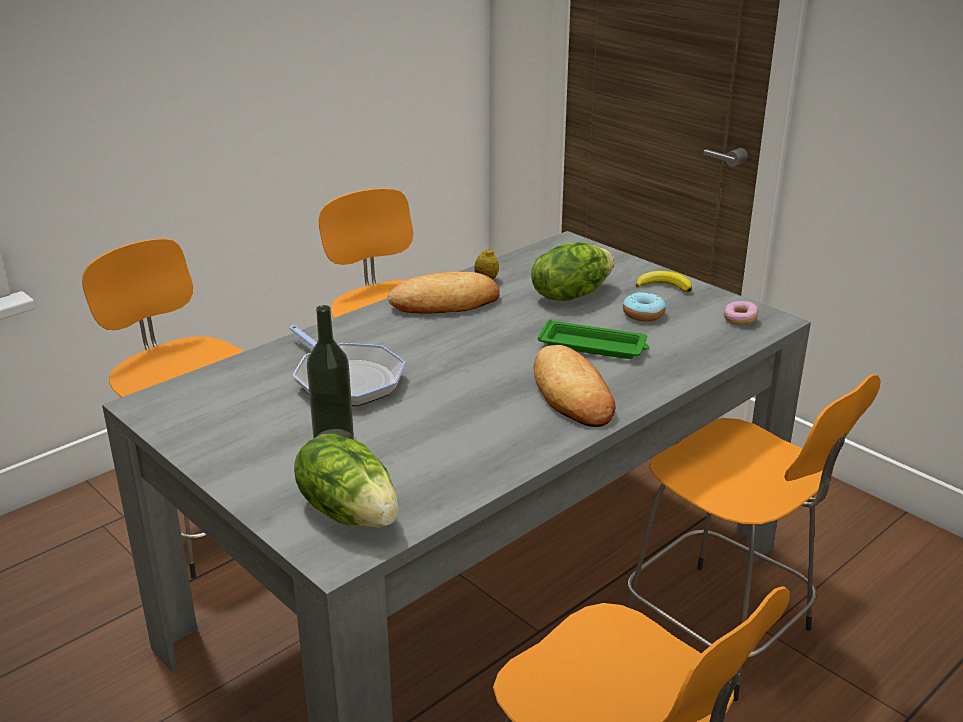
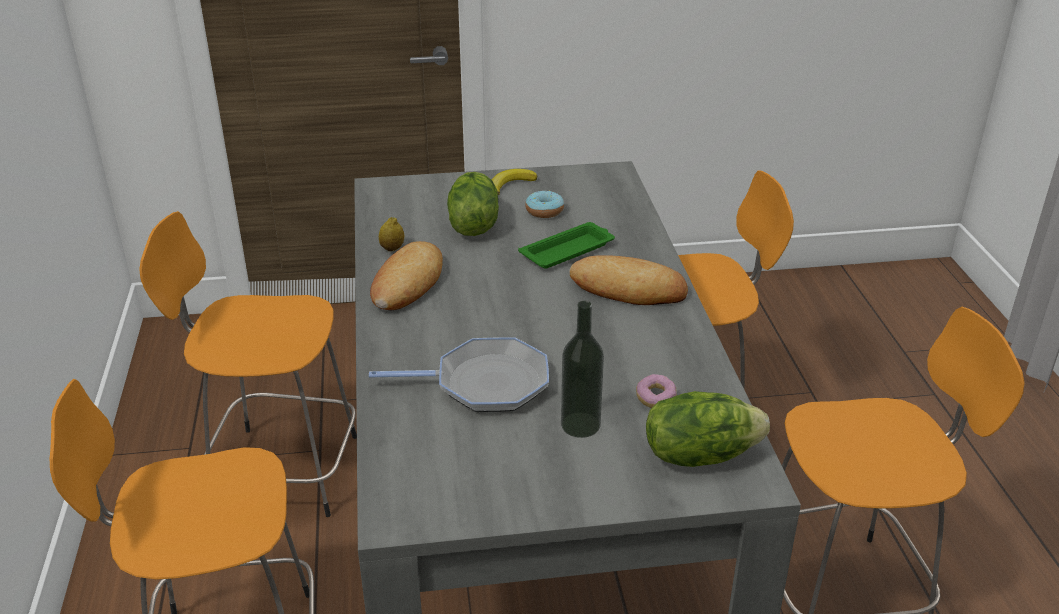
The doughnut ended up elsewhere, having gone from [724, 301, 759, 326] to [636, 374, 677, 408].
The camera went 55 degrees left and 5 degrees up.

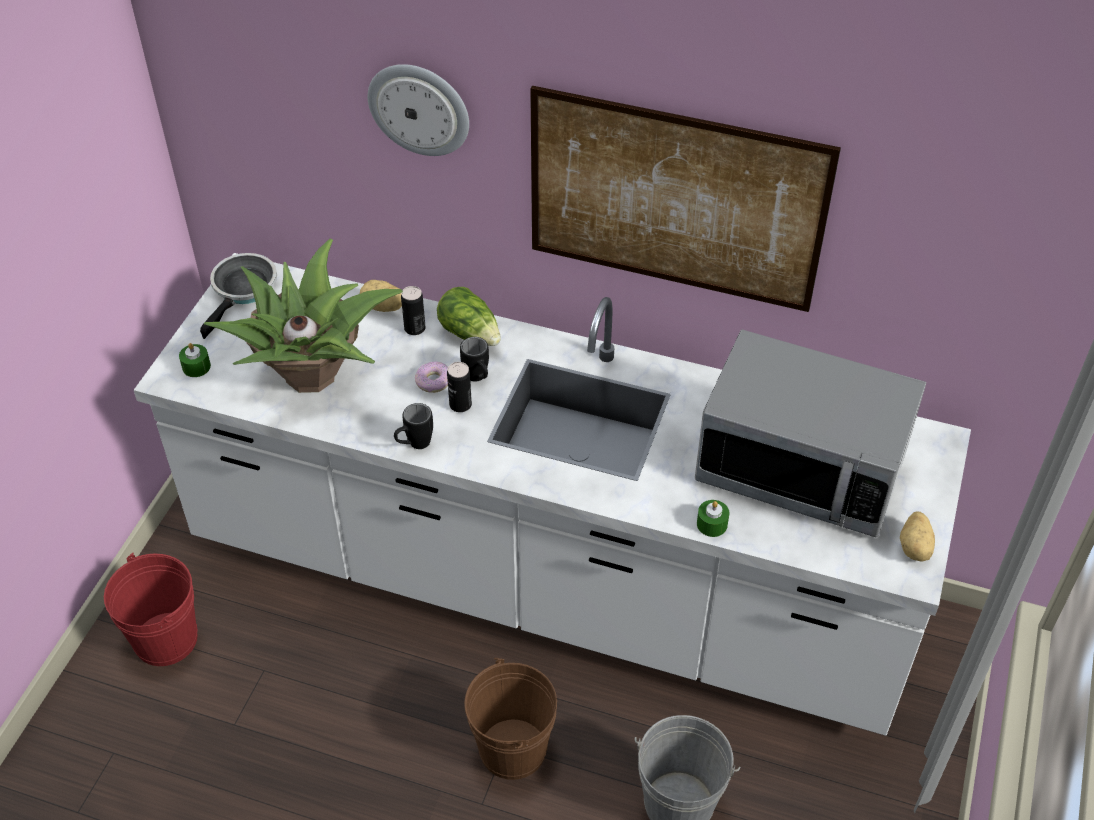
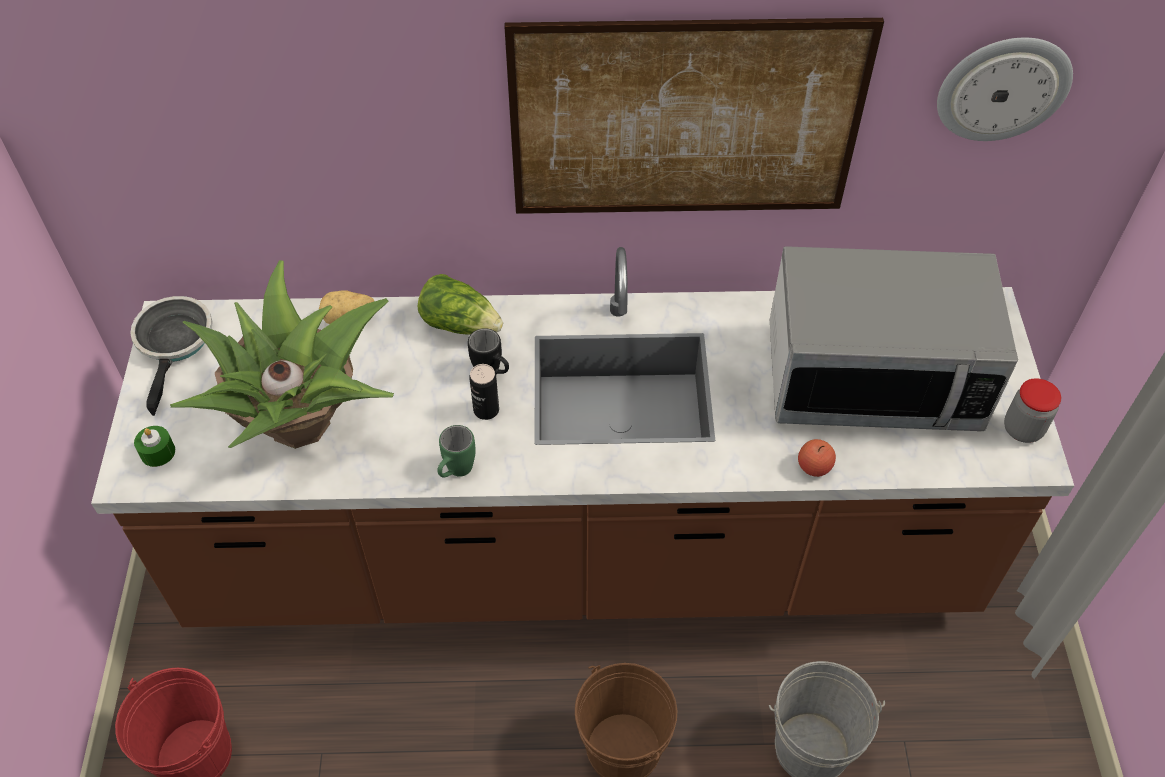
The second view lost the metal can at [401, 286, 426, 335].
The second view lost the doughnut at [415, 361, 448, 393].
The hanging clock ended up elsewhere, having gone from [368, 64, 469, 156] to [937, 37, 1073, 141].
Where the green wax light stood at [697, 500, 729, 537], the apple came to stand at [798, 439, 836, 477].
Where the potato stood at [900, 512, 935, 562], the jar came to stand at [1004, 378, 1061, 443].
What was the white-coloured kitchen base unit at [134, 253, 971, 736] turned into the brown-coloured kitchen base unit at [91, 247, 1074, 627].
What was the black-coloured tea mug at [394, 403, 433, 449] turned into the green tea mug at [437, 425, 476, 478].
The camera went 20 degrees left and 5 degrees up.

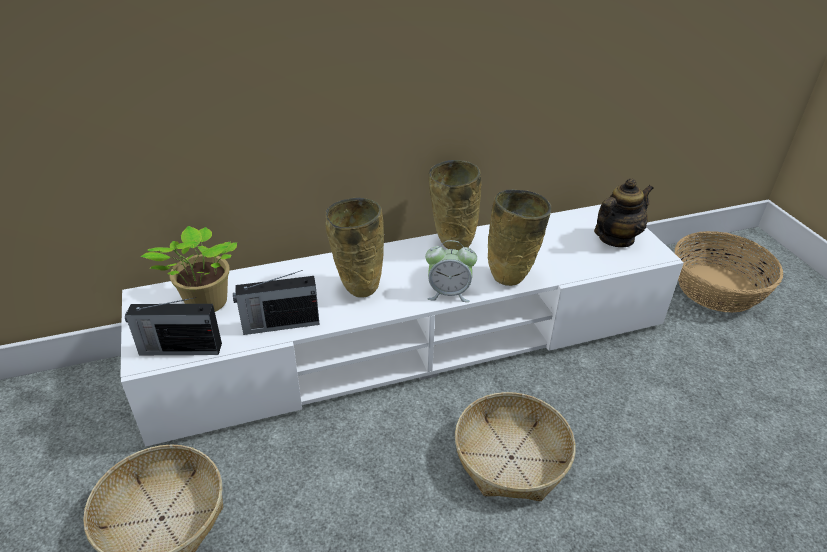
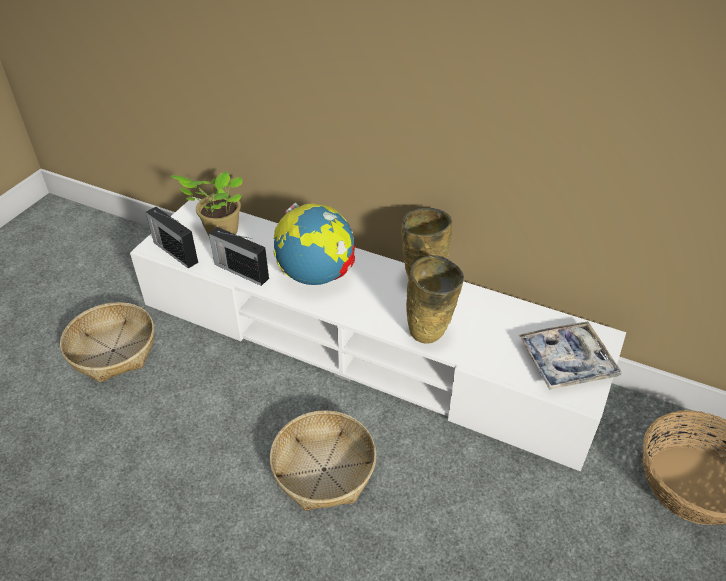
The second view lost the alarm clock at [425, 240, 477, 302].
Where the beige-coloured vase stood at [326, 198, 384, 298], the world globe came to stand at [274, 203, 355, 285].
Where the pot for tea stood at [594, 178, 654, 247], the tray came to stand at [519, 321, 622, 390].
The camera went 45 degrees right and 5 degrees up.

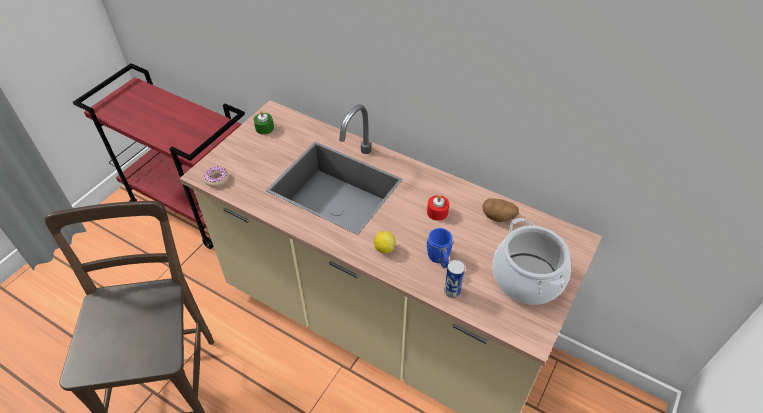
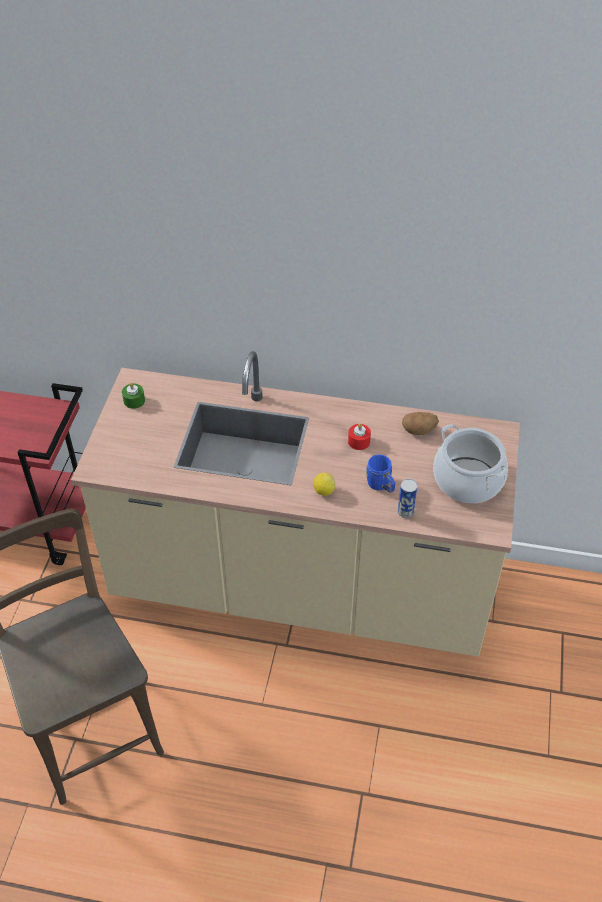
The second view lost the doughnut at [204, 167, 229, 187].
The camera went 20 degrees left and 0 degrees up.

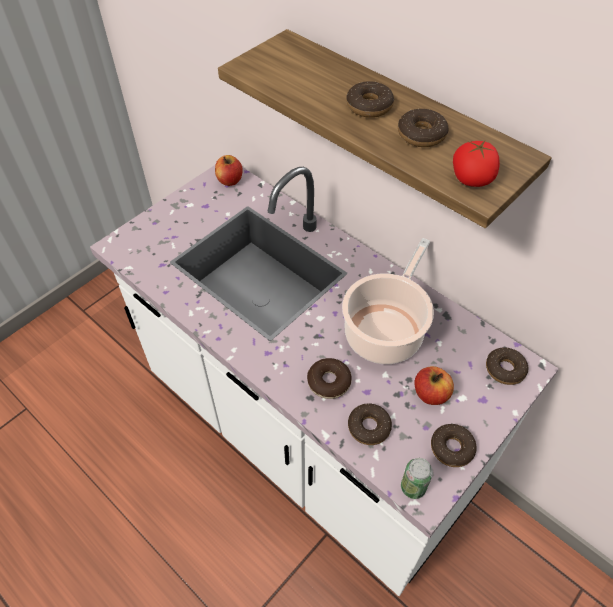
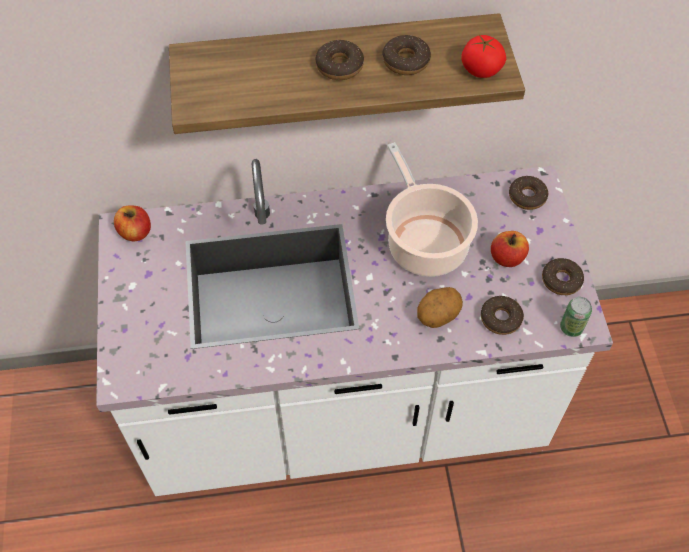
Where the doughnut stood at [307, 358, 352, 399], the potato came to stand at [417, 287, 463, 328].
The camera went 50 degrees left and 5 degrees up.

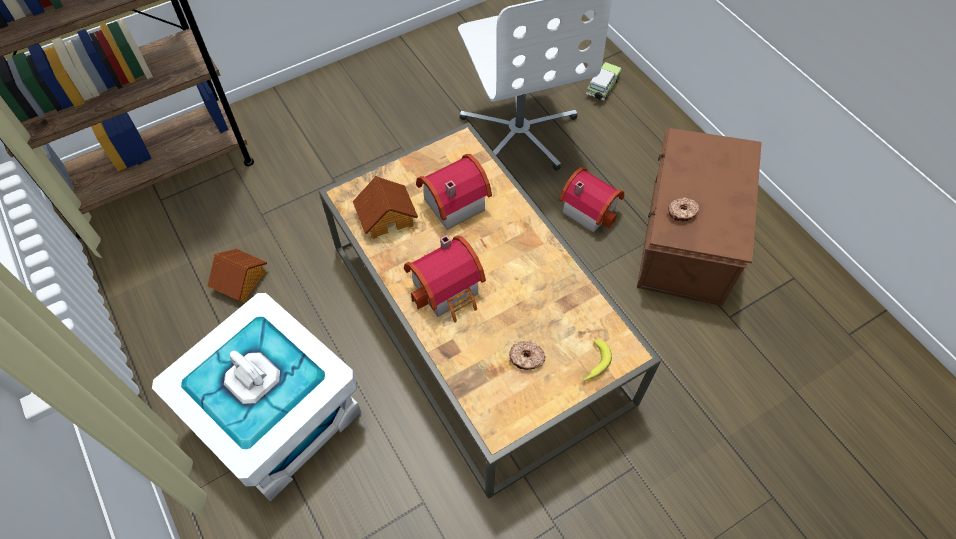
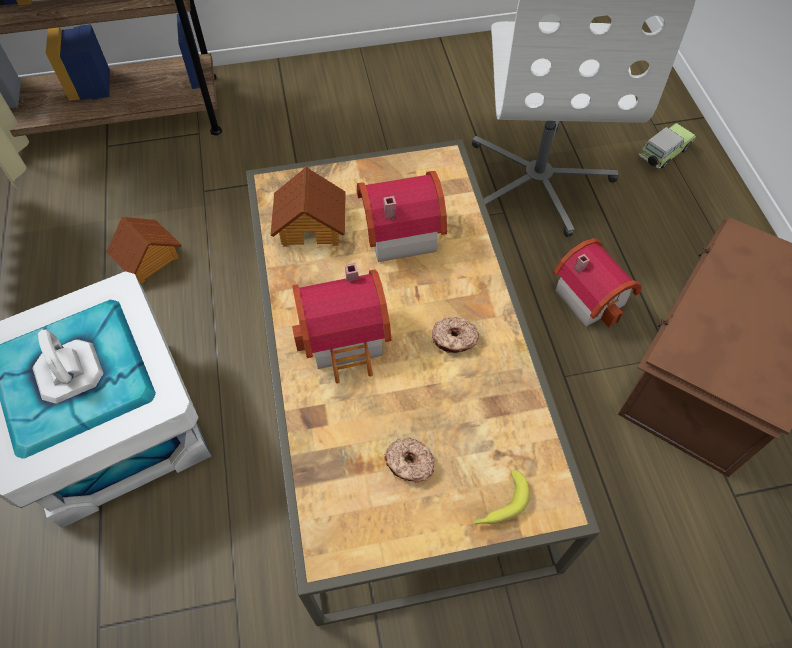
The doughnut ended up elsewhere, having gone from [668, 197, 700, 222] to [432, 317, 479, 353].
The camera went 20 degrees right and 0 degrees up.

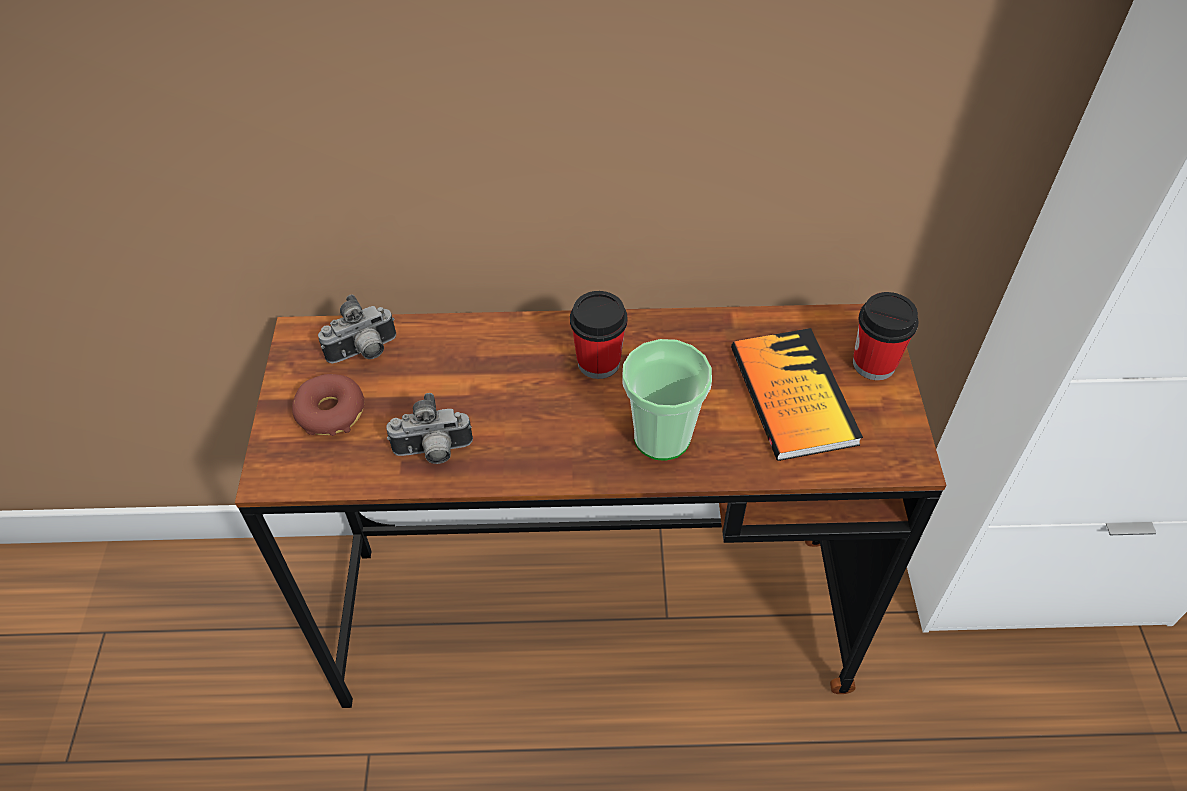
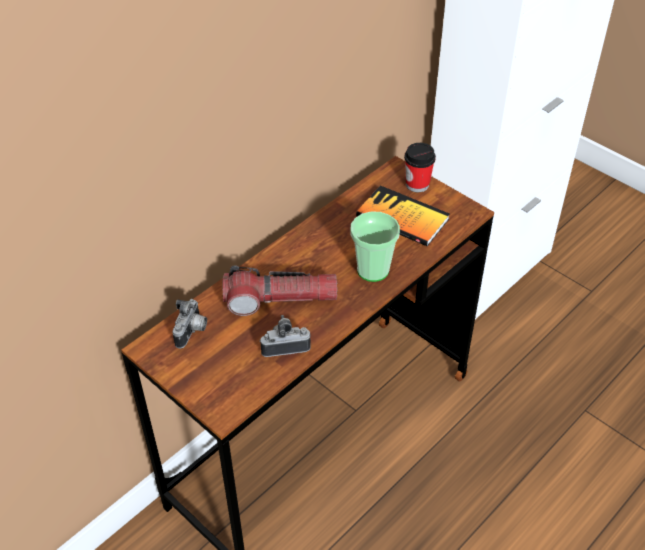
The second view lost the doughnut at [292, 374, 365, 436].
The second view lost the drinking cup at [570, 291, 628, 379].
The second view gained the flashlight at [223, 265, 337, 316].
The photo camera at [386, 393, 473, 464] ended up facing another way, 135 degrees counterclockwise from before.
The camera went 45 degrees left and 5 degrees down.

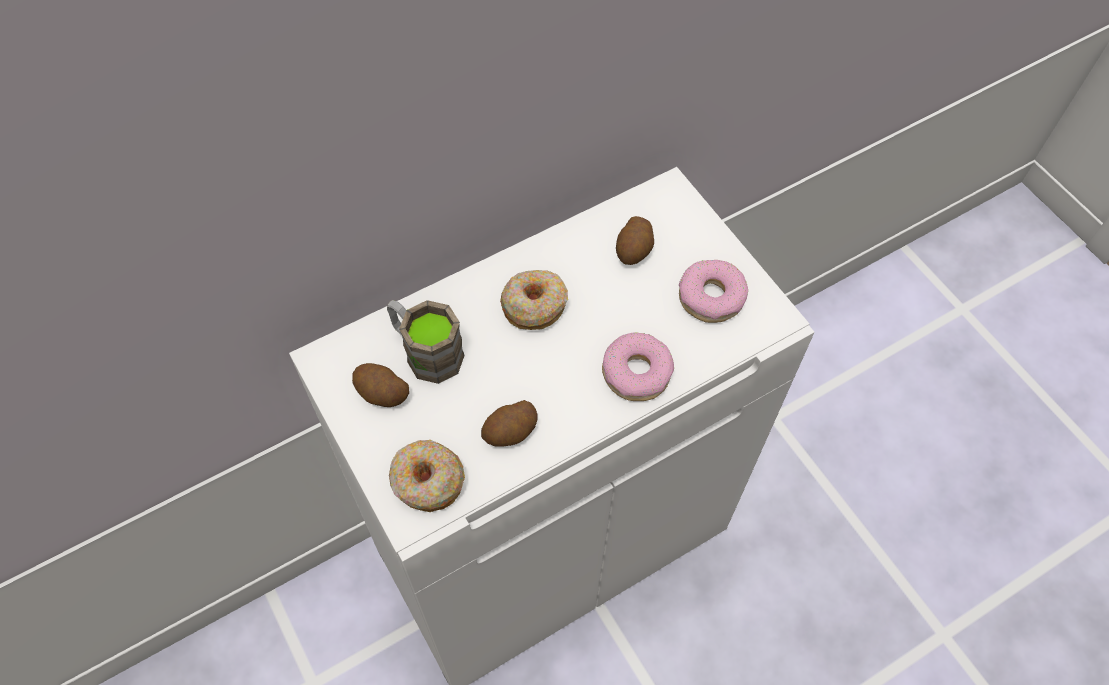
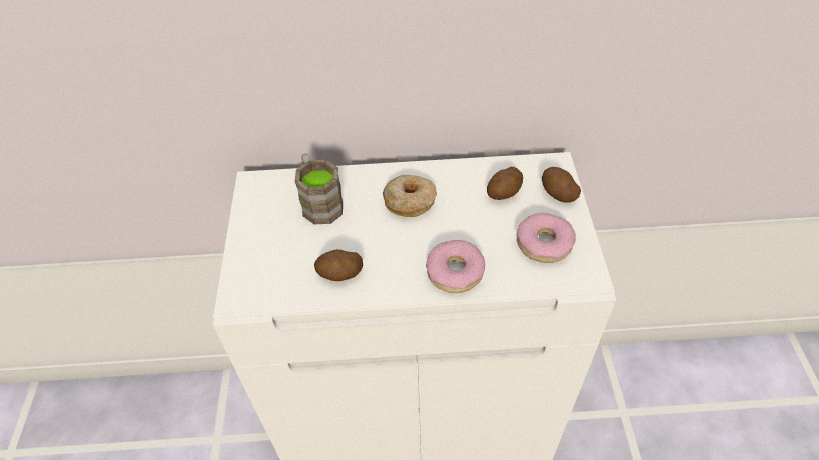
The second view lost the doughnut at [389, 440, 465, 512].
The potato ended up elsewhere, having gone from [352, 363, 409, 407] to [542, 167, 581, 203].
The camera went 30 degrees right and 10 degrees down.

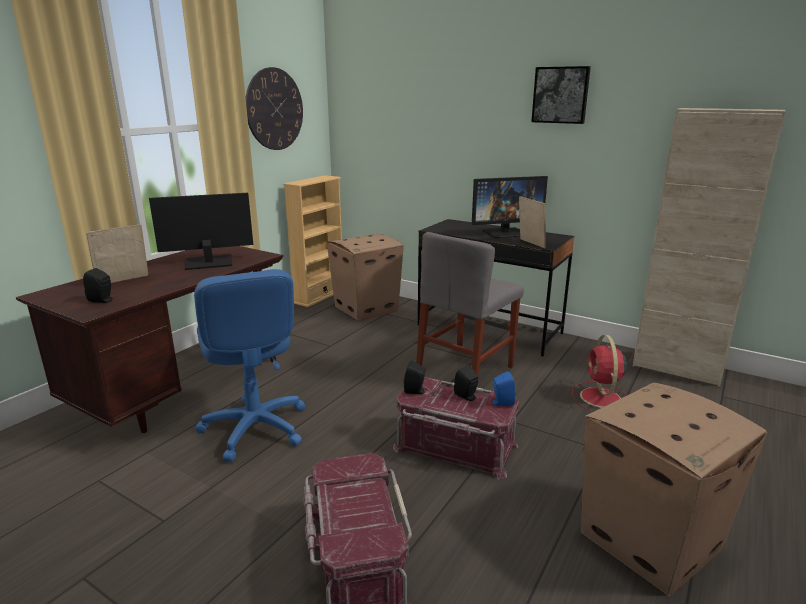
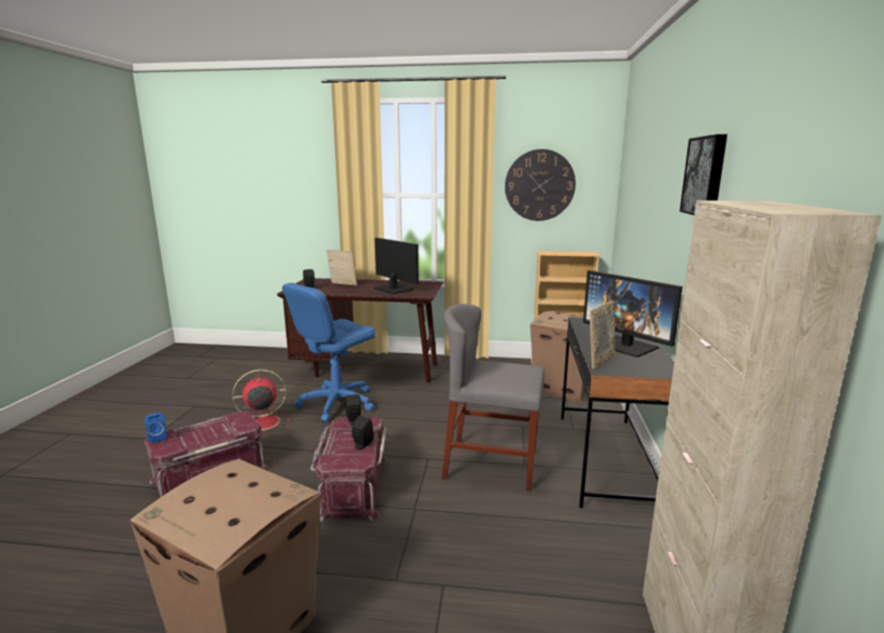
The blue speaker ended up elsewhere, having gone from [491, 371, 516, 406] to [145, 413, 167, 443].
The reddish electric fan ended up elsewhere, having gone from [572, 335, 627, 412] to [232, 369, 291, 435].
The camera went 65 degrees right and 5 degrees down.

